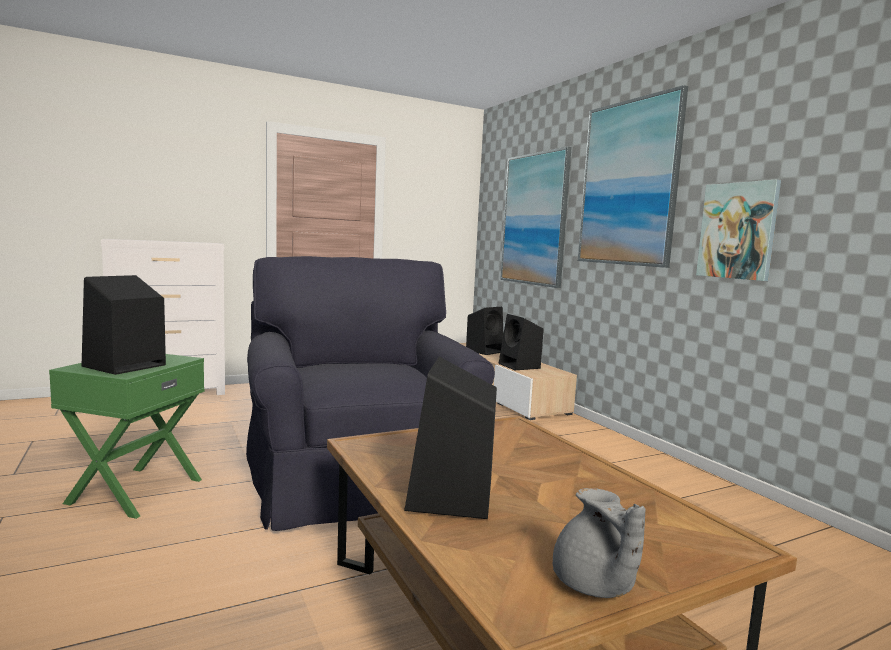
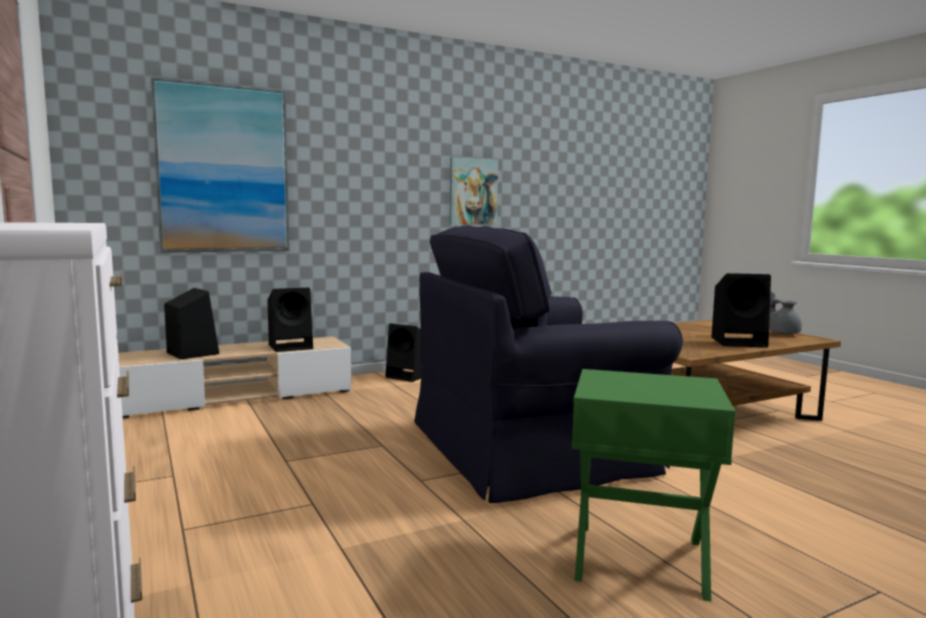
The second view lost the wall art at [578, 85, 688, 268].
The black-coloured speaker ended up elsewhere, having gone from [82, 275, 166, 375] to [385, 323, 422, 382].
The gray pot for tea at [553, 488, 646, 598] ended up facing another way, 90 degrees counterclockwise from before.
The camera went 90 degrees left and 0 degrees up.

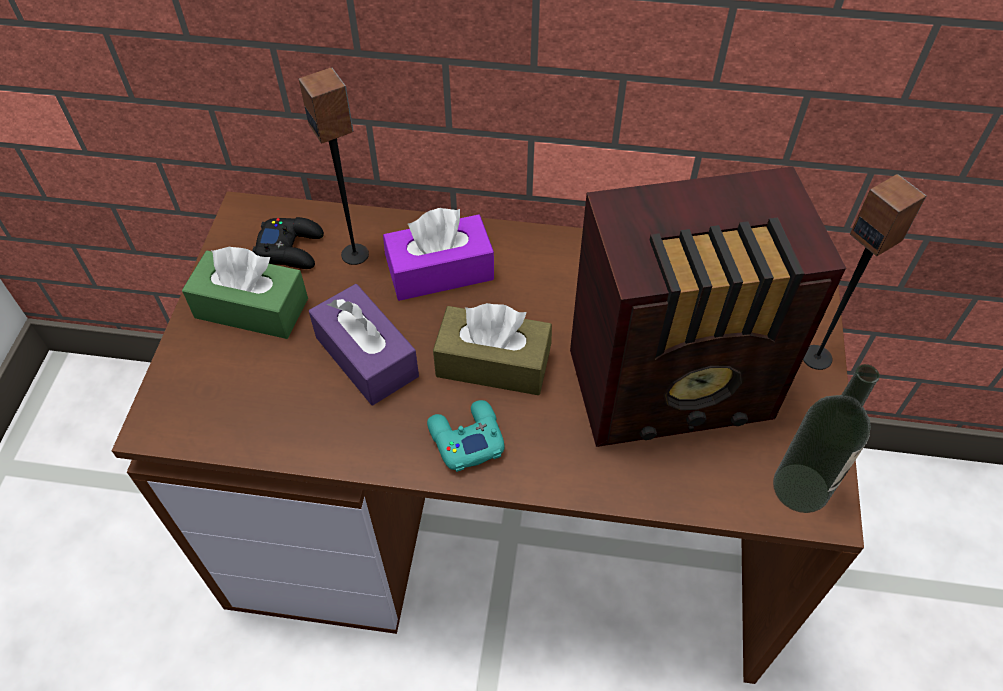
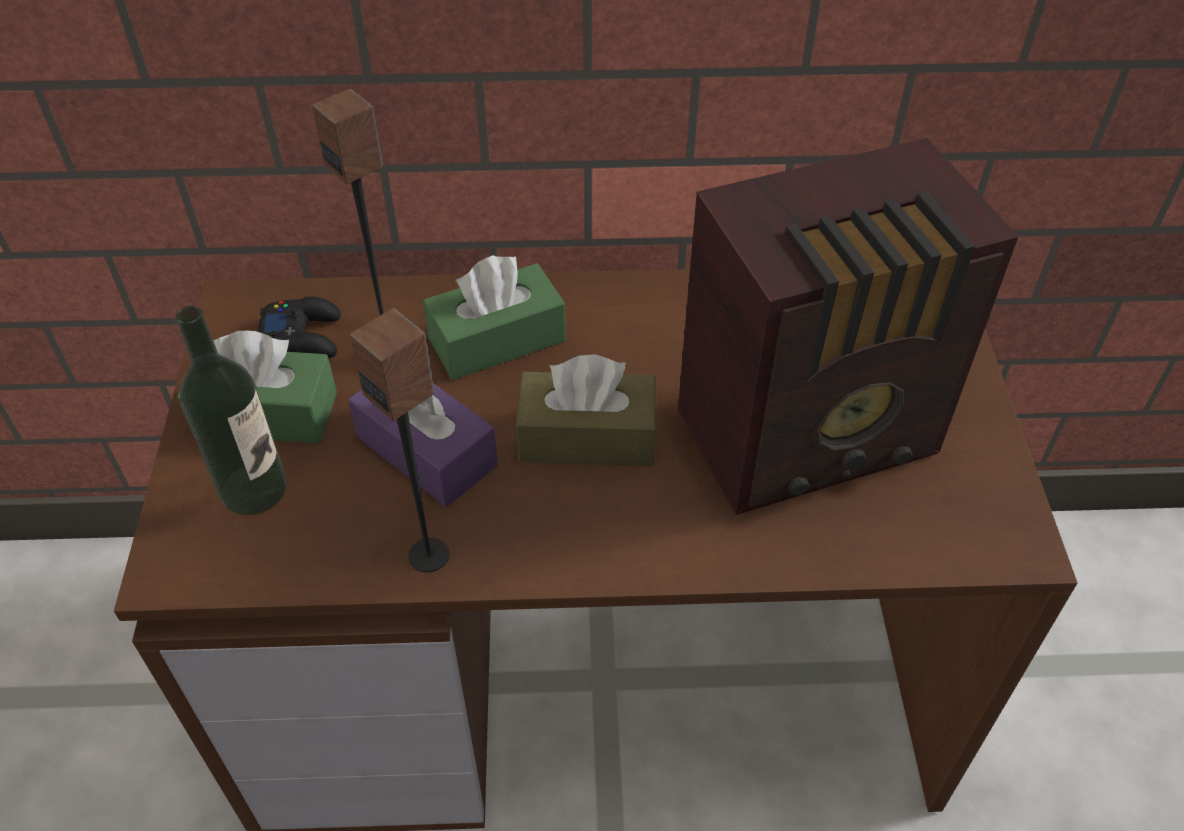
The second view lost the turquoise-coloured joypad at [427, 400, 505, 472].
The drink bottle ended up elsewhere, having gone from [773, 364, 880, 513] to [175, 306, 287, 515].
The speaker ended up elsewhere, having gone from [803, 174, 926, 370] to [350, 308, 449, 573].
What was the purple-coloured tissue box at [383, 208, 494, 301] turned into the green tissue box at [423, 255, 566, 380].
The camera went 10 degrees left and 5 degrees down.

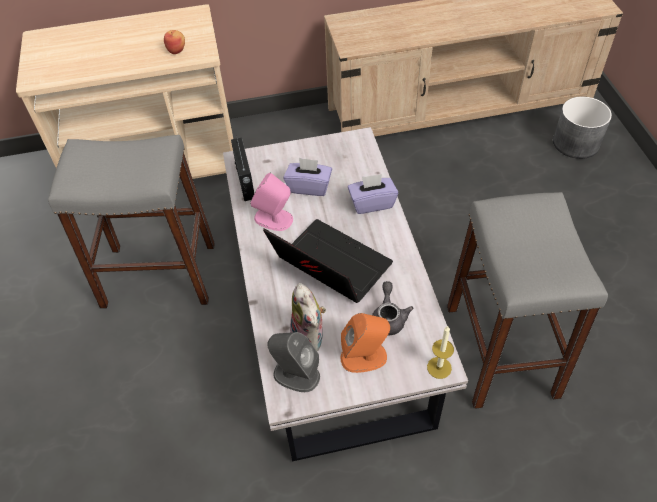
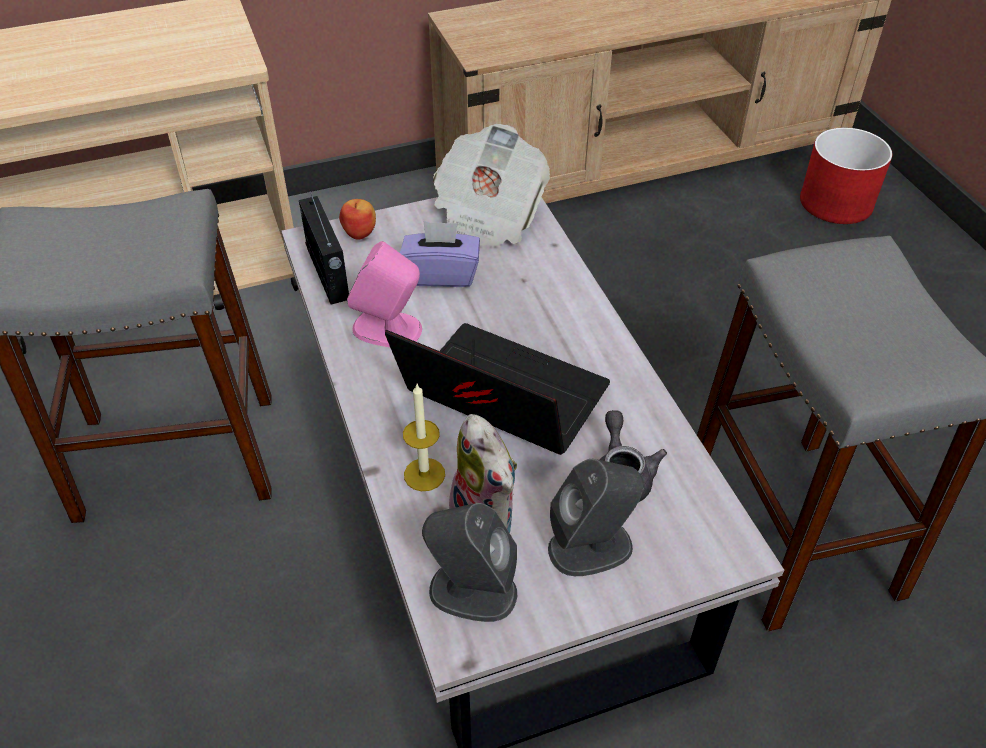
The second view lost the purple-coloured tissue box at [348, 174, 398, 214].
The second view gained the printed paper at [433, 124, 550, 246].
The apple ended up elsewhere, having gone from [164, 30, 185, 54] to [339, 199, 376, 240].
The wax light ended up elsewhere, having gone from [427, 326, 454, 379] to [403, 384, 445, 491].
What was the orangey speaker at [340, 313, 390, 373] turned into the gray speaker at [548, 459, 645, 576].
What was the gray planter at [553, 97, 612, 159] turned into the reddish planter at [800, 127, 892, 224].
The camera went 10 degrees left and 5 degrees down.

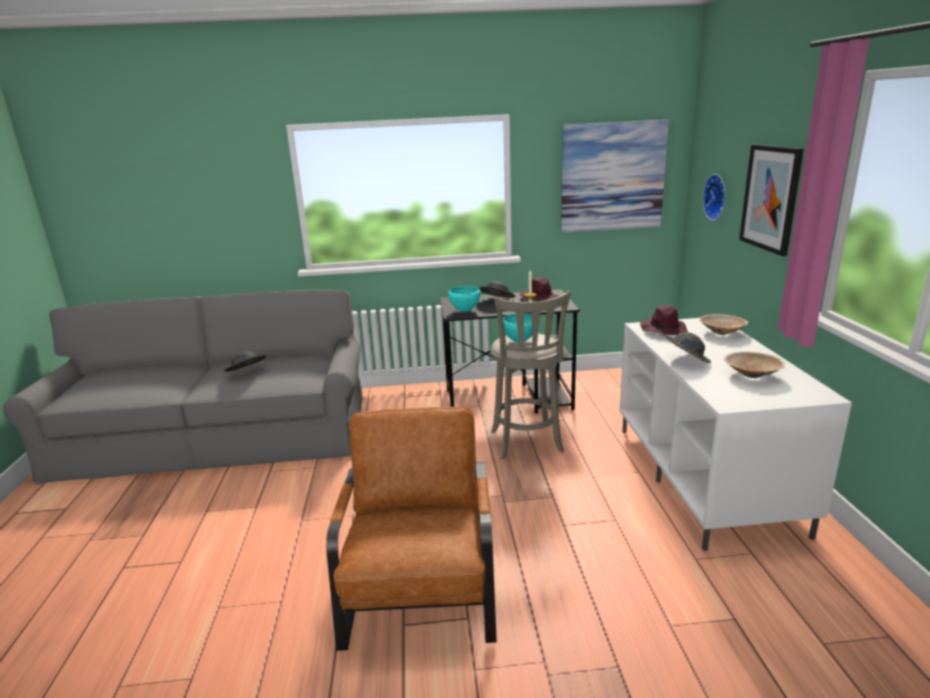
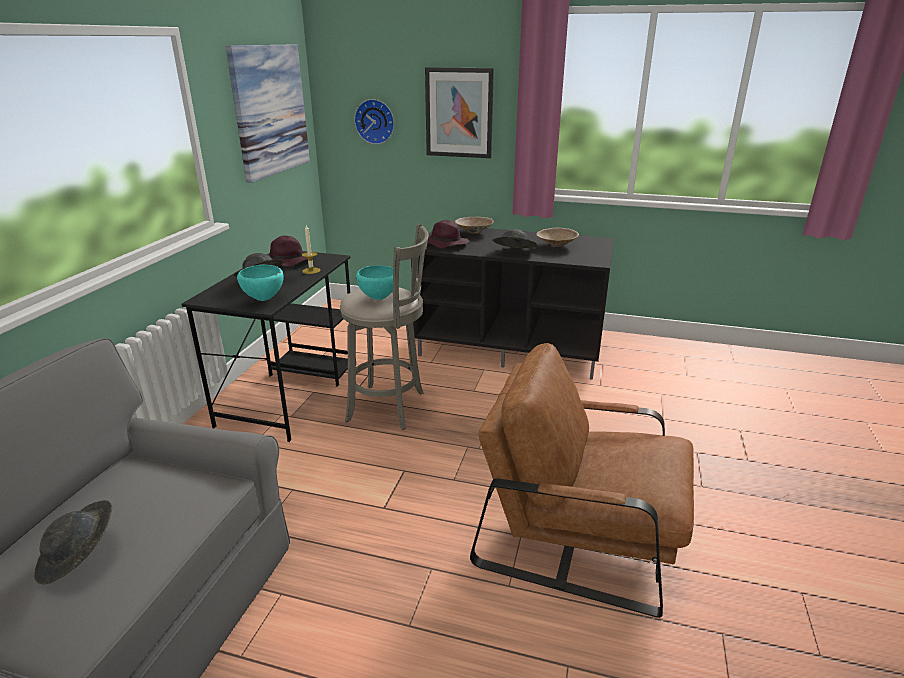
What was the white-coloured tv unit at [620, 318, 852, 551] turned into the black-coloured tv unit at [411, 226, 614, 380].
The camera went 70 degrees left and 5 degrees up.

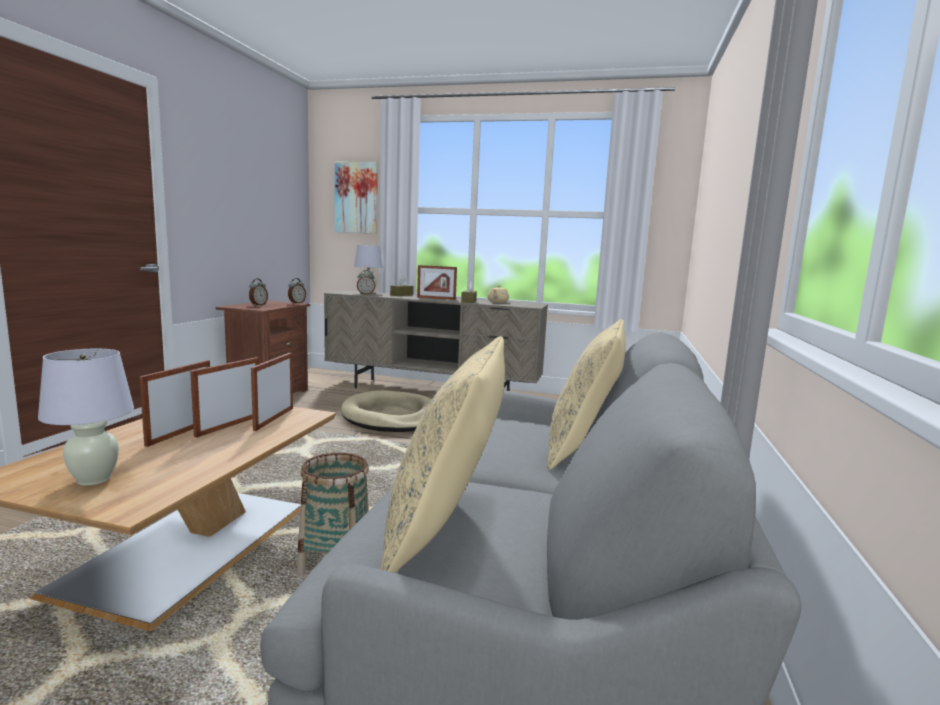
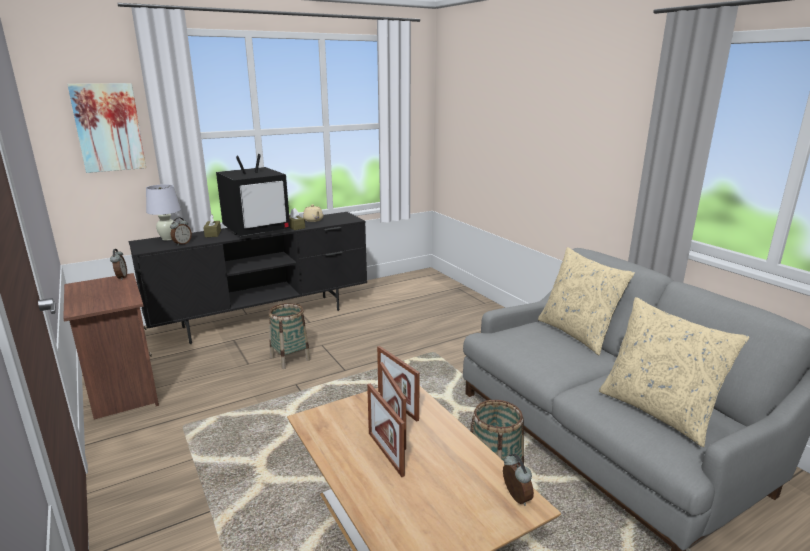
The second view lost the white-coloured lamp for a table at [38, 349, 134, 486].
The alarm clock ended up elsewhere, having gone from [249, 279, 268, 306] to [503, 453, 534, 506].
Where the beige-coloured dog cushion stood at [341, 390, 432, 432], the basket came to stand at [269, 303, 310, 369].
Where the picture frame stood at [417, 265, 457, 300], the TV set came to stand at [216, 154, 290, 236].
What was the beige-coloured tv unit at [324, 290, 548, 391] turned into the black-coloured tv unit at [129, 212, 367, 344].
The camera went 45 degrees left and 10 degrees up.

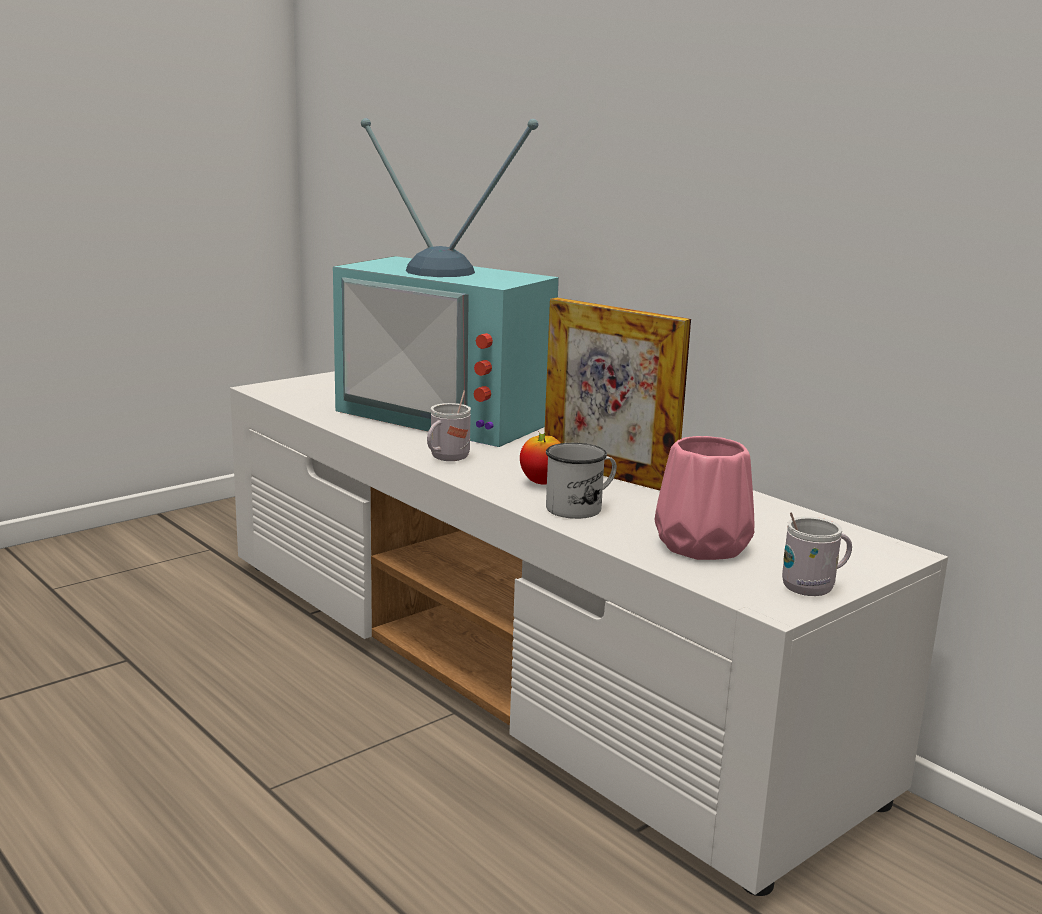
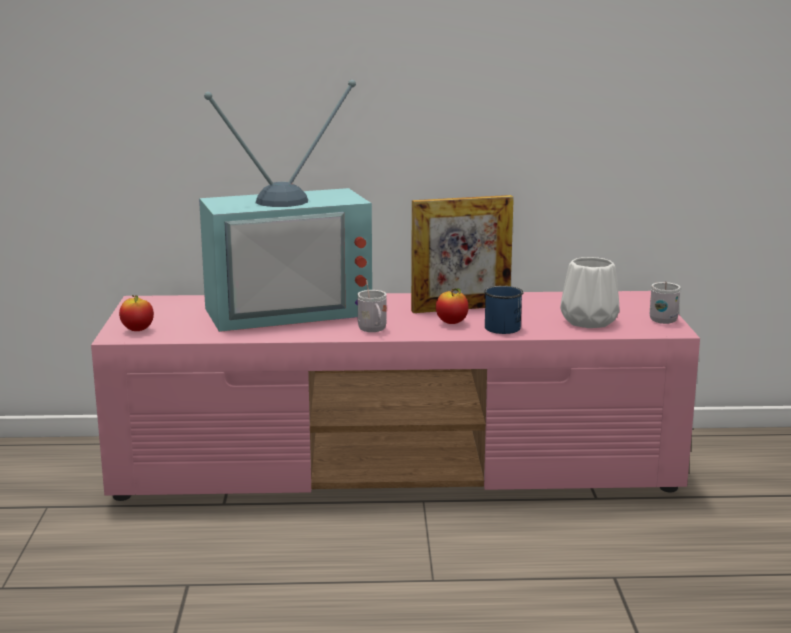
The second view gained the apple at [119, 295, 154, 331].
What was the white-coloured tv unit at [230, 371, 948, 896] turned into the pinkish tv unit at [91, 291, 700, 501].
What was the white-coloured tea mug at [546, 443, 617, 519] turned into the blue tea mug at [484, 286, 523, 334].
What was the pinkish vase at [654, 436, 755, 560] turned into the white-coloured vase at [560, 257, 619, 328].
The camera went 50 degrees left and 0 degrees up.

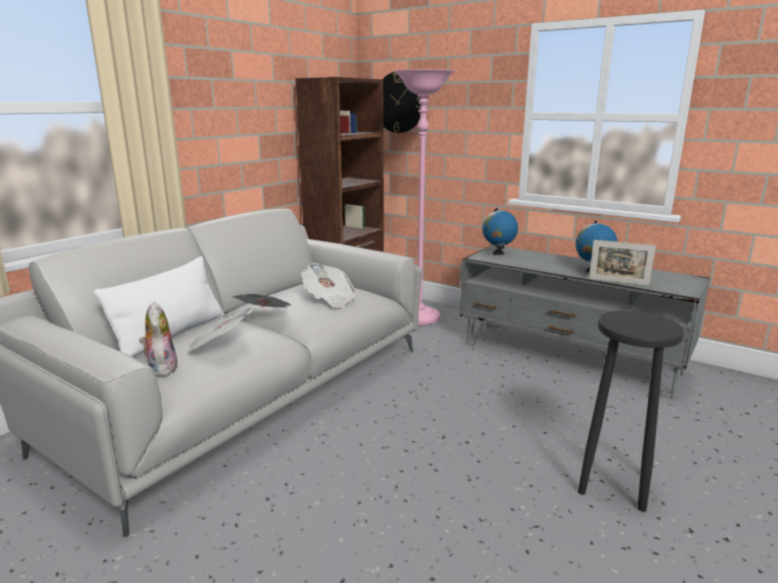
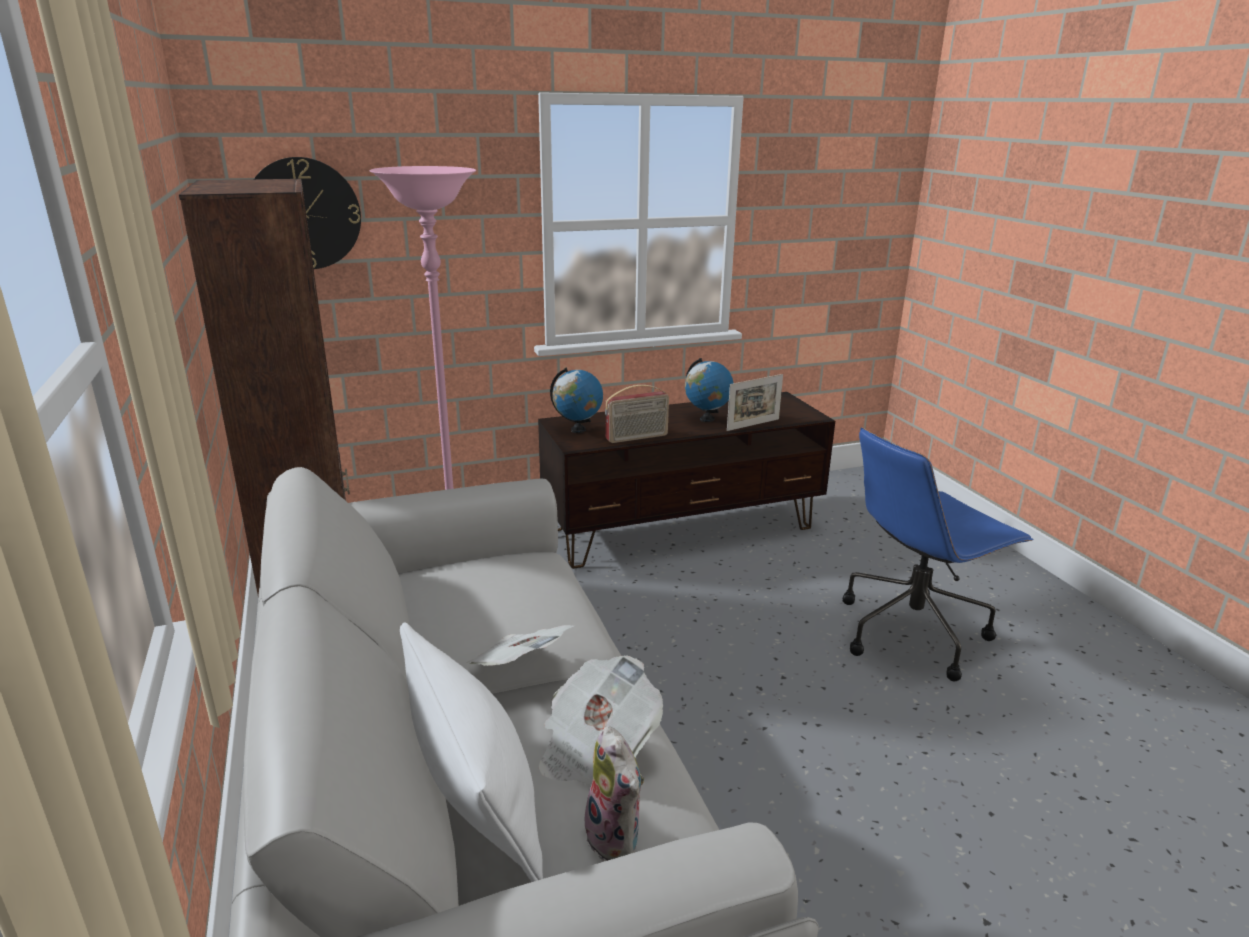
The second view lost the printed paper at [301, 263, 357, 308].
The second view gained the radio at [605, 385, 669, 443].
Where the black-coloured stool stood at [578, 310, 684, 512], the blue computer chair came to stand at [843, 427, 1033, 681].
What was the gray tv unit at [459, 245, 710, 399] turned into the brown-coloured tv unit at [538, 392, 835, 569].
The soft toy at [139, 302, 178, 376] ended up facing another way, 135 degrees counterclockwise from before.
The camera went 55 degrees left and 5 degrees up.

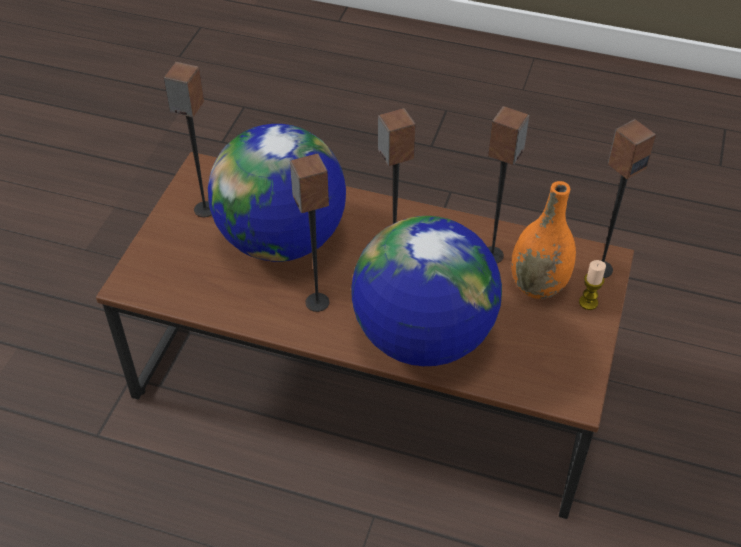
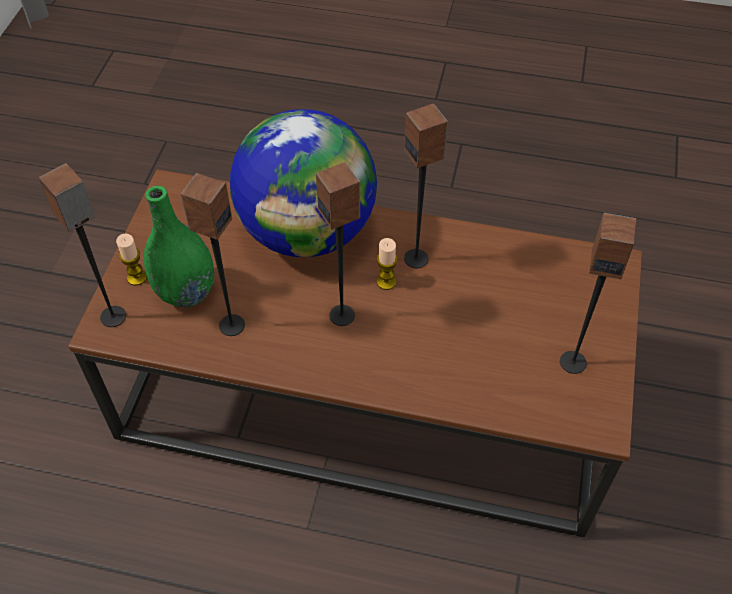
The second view lost the world globe at [208, 124, 346, 262].
The second view gained the wax light at [376, 238, 398, 290].
What was the orangey vase at [511, 181, 576, 299] turned into the green vase at [144, 186, 214, 307].
The camera went 175 degrees right and 5 degrees up.

